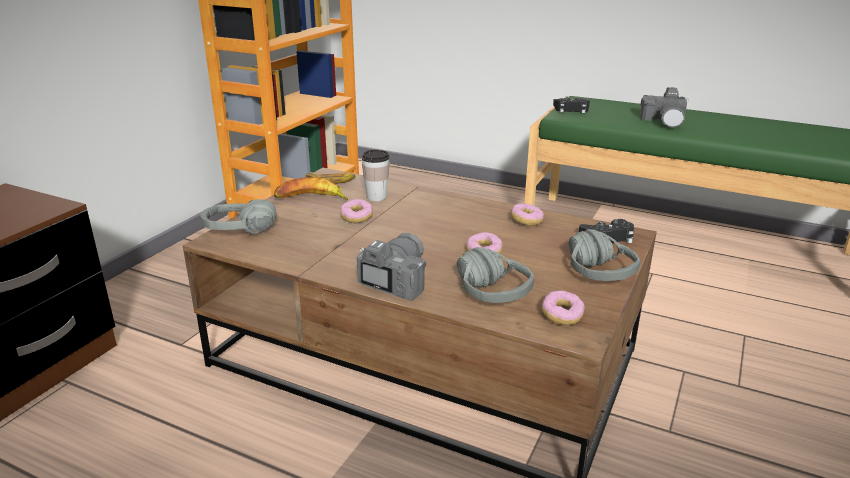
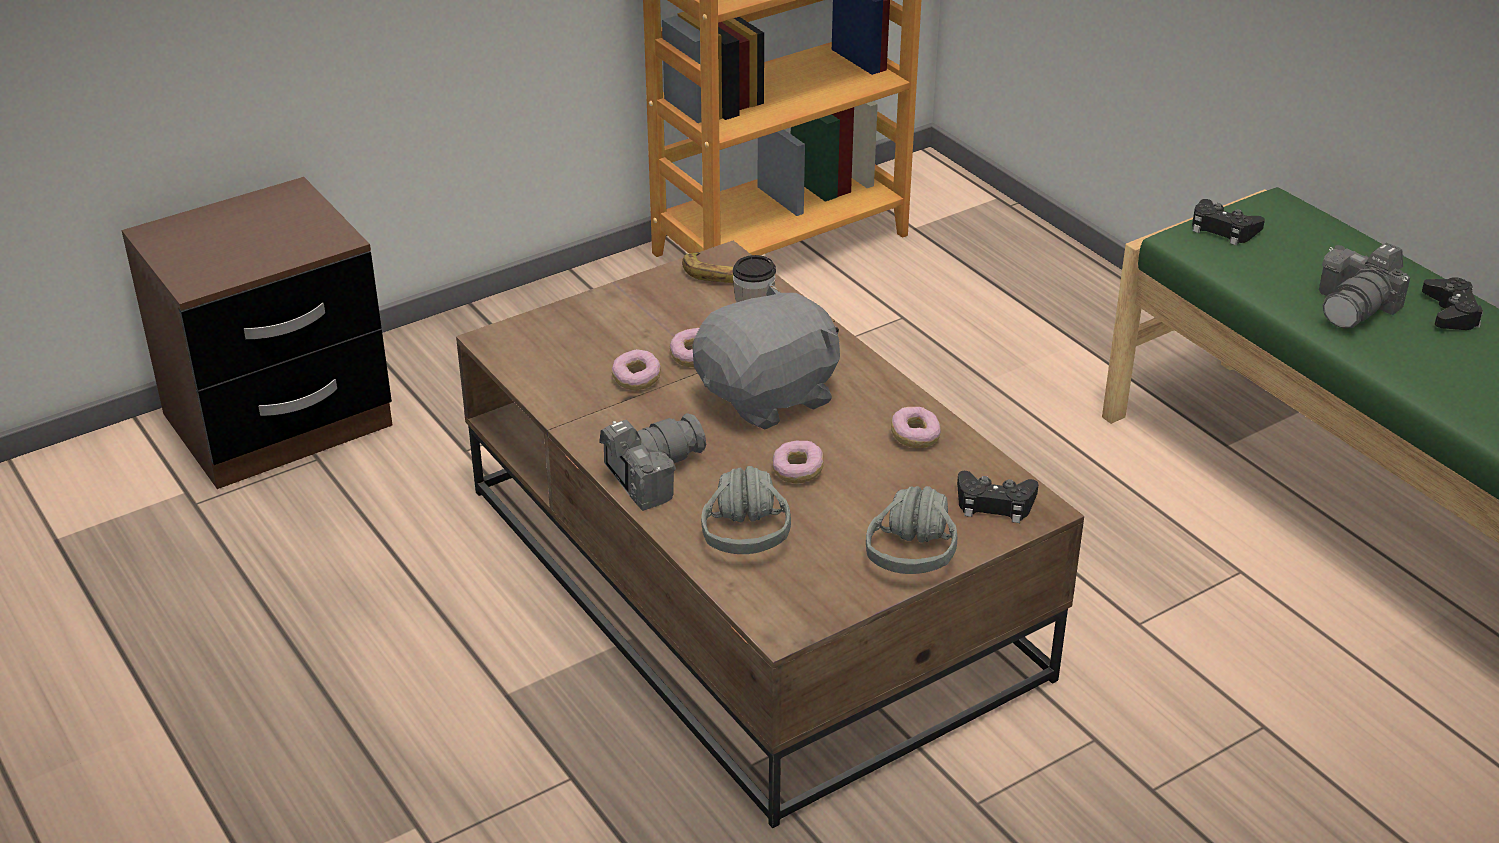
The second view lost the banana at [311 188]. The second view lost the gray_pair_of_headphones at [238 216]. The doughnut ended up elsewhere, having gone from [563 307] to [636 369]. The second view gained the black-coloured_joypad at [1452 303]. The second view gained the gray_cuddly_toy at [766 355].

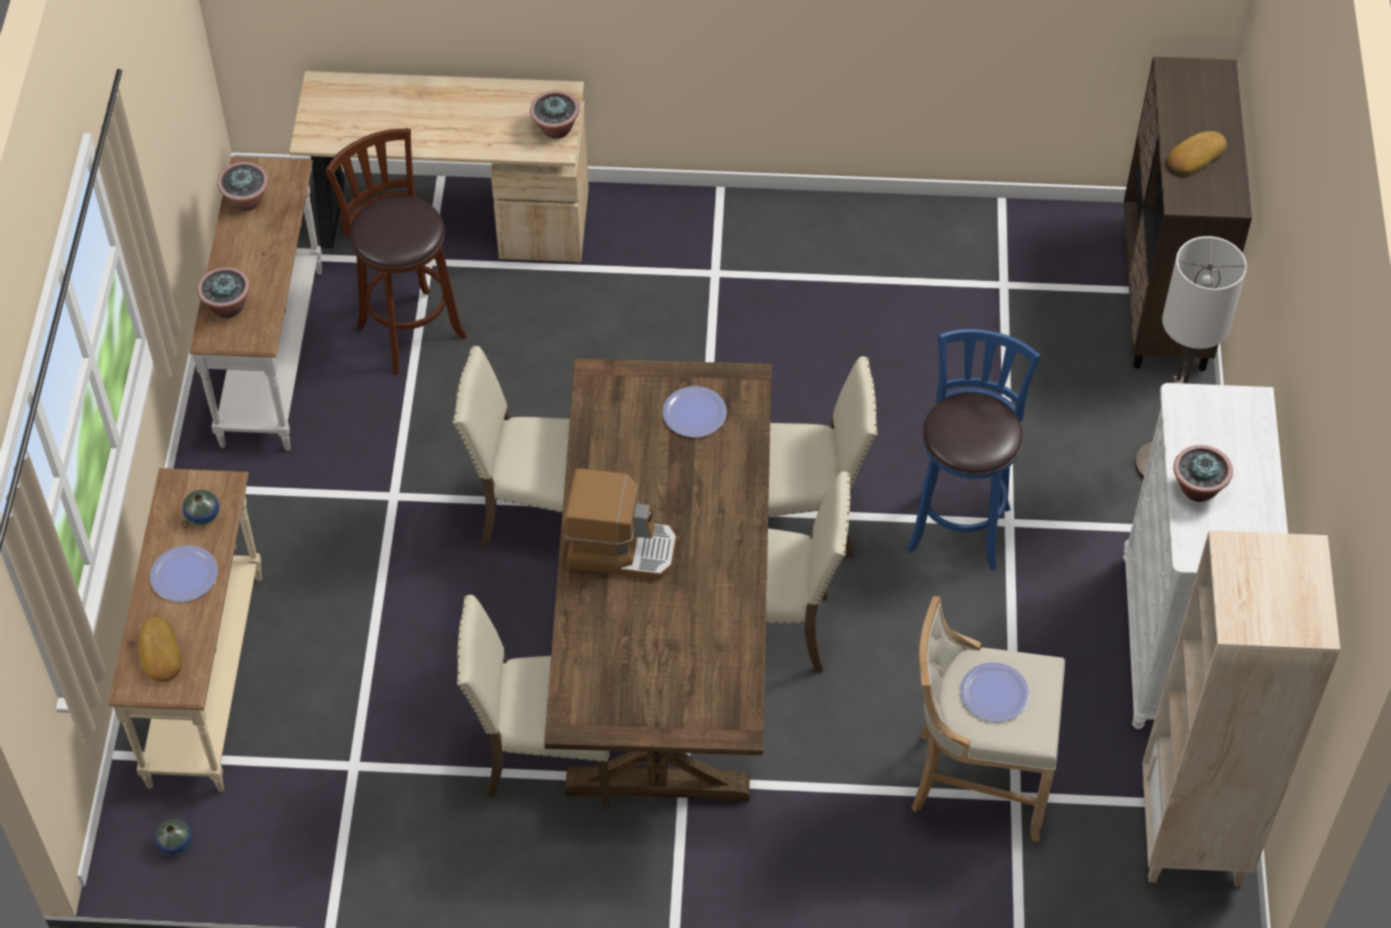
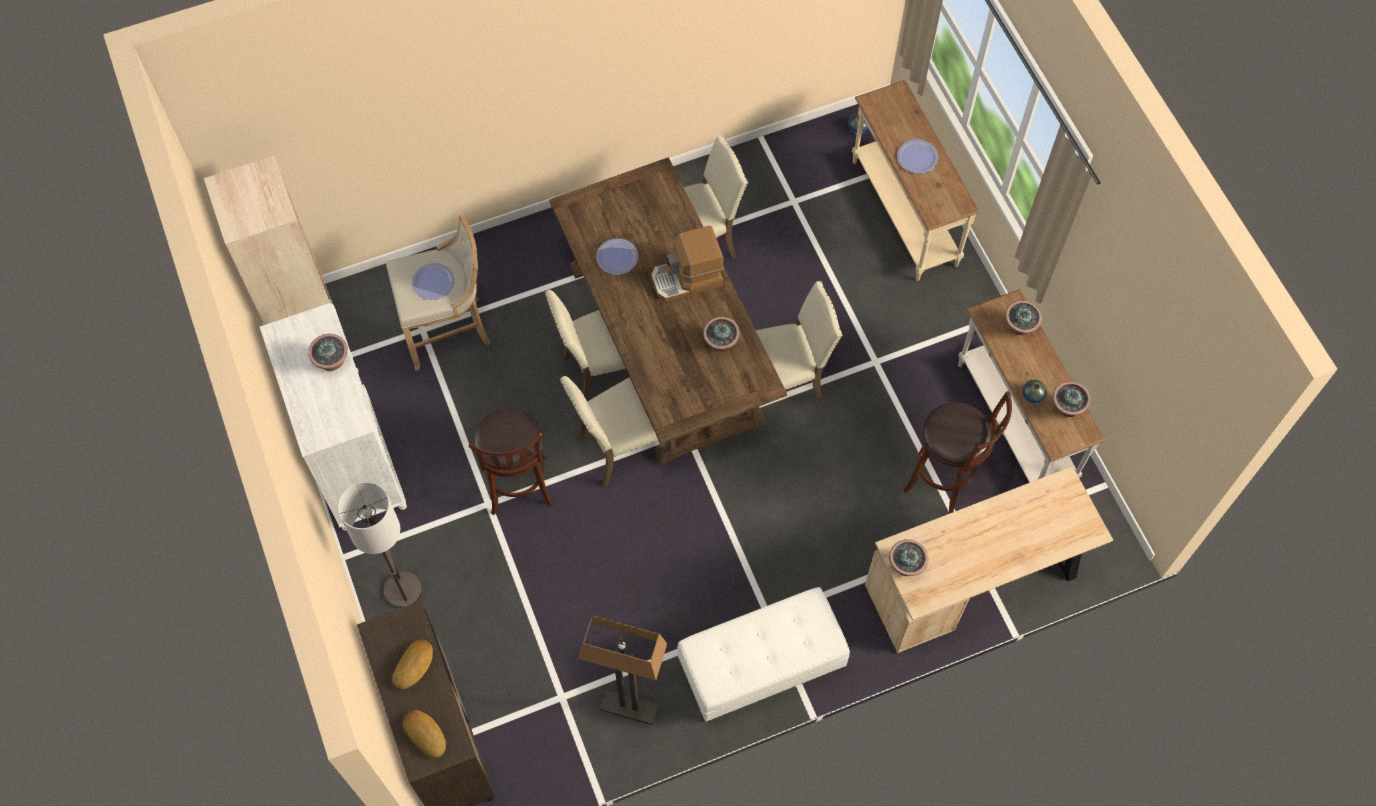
What was the blue_stool_seat at [974 450] turned into the brown_stool_seat at [511 461]. The dinner_plate ended up elsewhere, having gone from [695 412] to [617 256]. The decorative_vase ended up elsewhere, having gone from [201 507] to [1034 391]. The bakery_bread ended up elsewhere, having gone from [160 649] to [424 734]. The second view gained the plant_in_a_pot at [721 334]. The second view gained the white_indoor_bench at [763 654]. The second view gained the standing_lamp at [622 670].

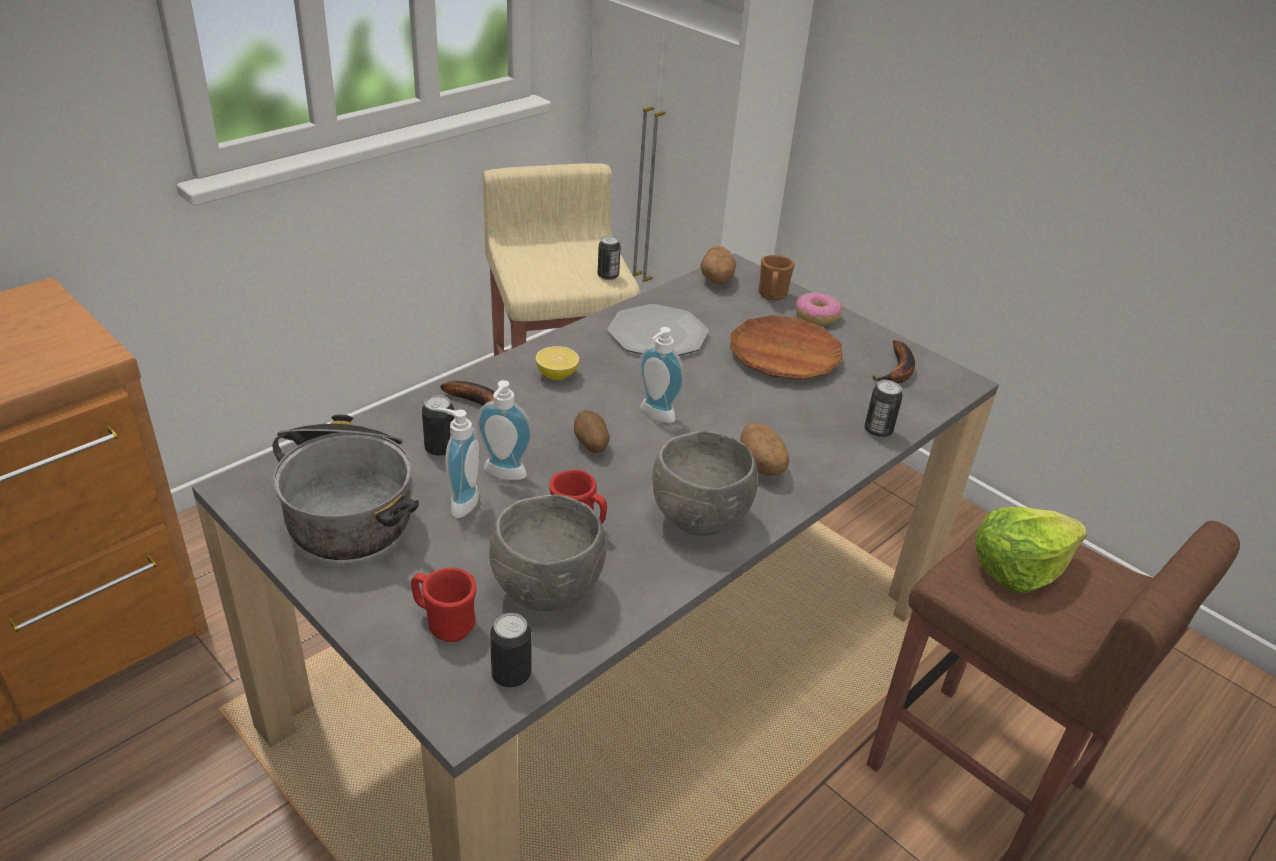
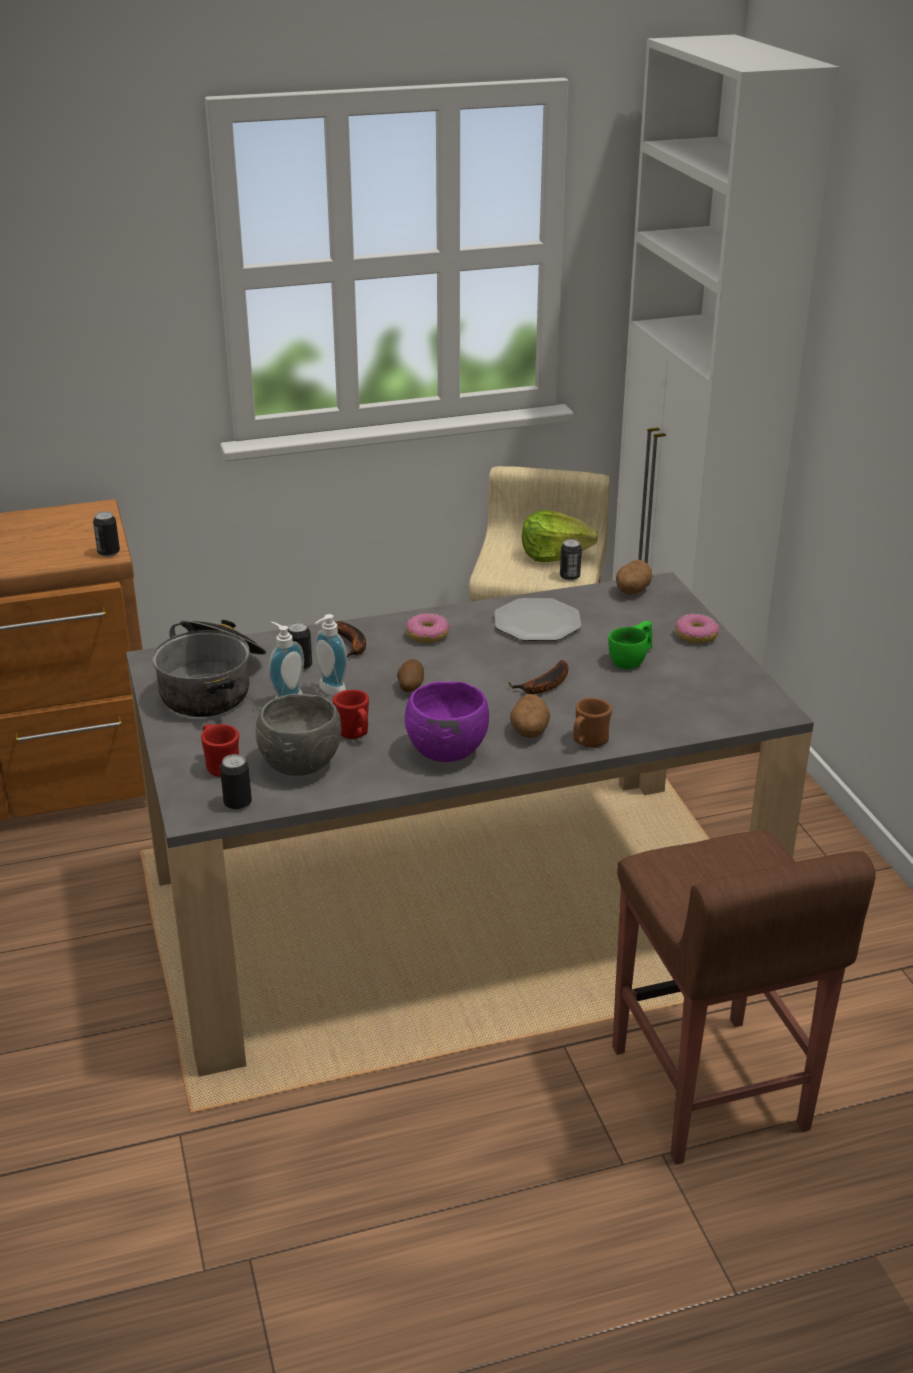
The brown_coffee_mug ended up elsewhere, having gone from [777 277] to [593 723]. Where the brown_dinner_plate stood at [786 347], the green-coloured_small_cup came to stand at [630 645]. The second view lost the liquid_soap_bottle at [661 375]. The banana ended up elsewhere, having gone from [893 361] to [538 677]. Where the lemon stood at [557 363], the doughnut came to stand at [428 628]. The sealed_can ended up elsewhere, having gone from [883 409] to [106 534]. What was the gray_bowl at [705 483] turned into the purple-coloured_bowl at [447 722]. The head_of_lettuce ended up elsewhere, having gone from [1031 550] to [560 536].

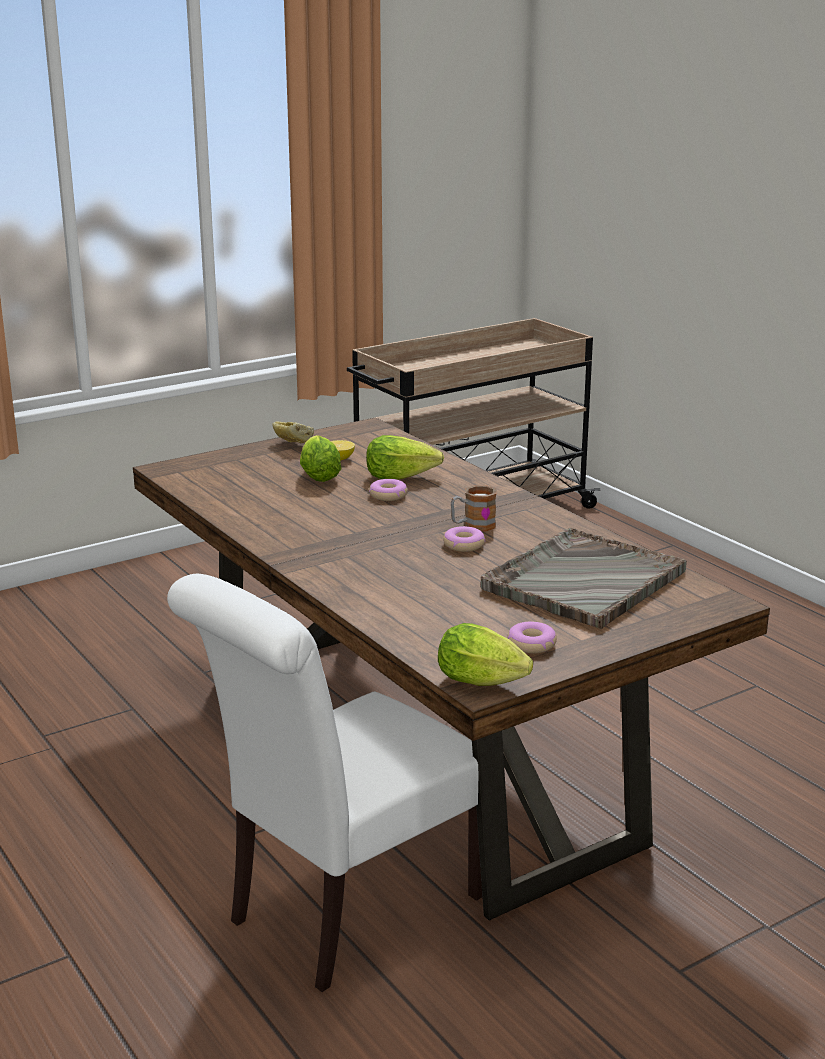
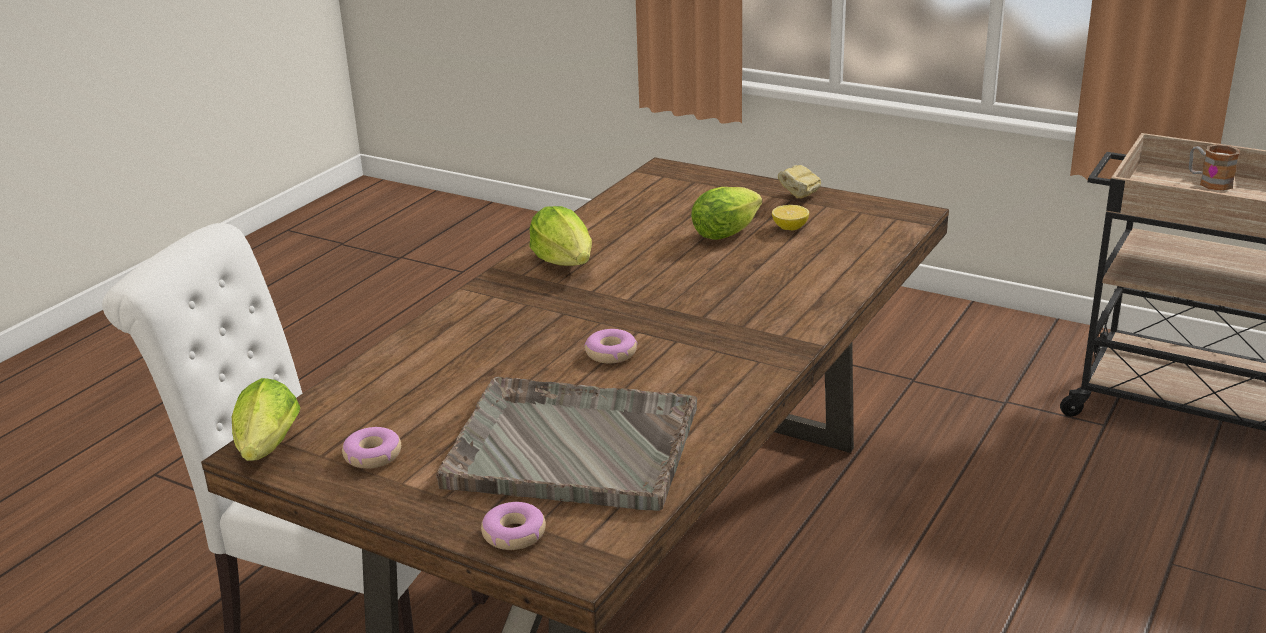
The head_of_lettuce ended up elsewhere, having gone from [405 457] to [560 236]. The doughnut ended up elsewhere, having gone from [388 490] to [513 526]. The coffee_mug ended up elsewhere, having gone from [473 508] to [1214 167].

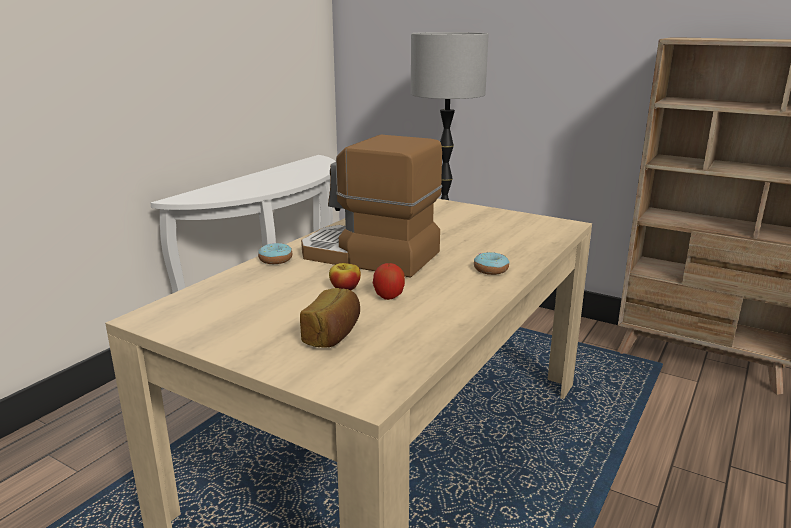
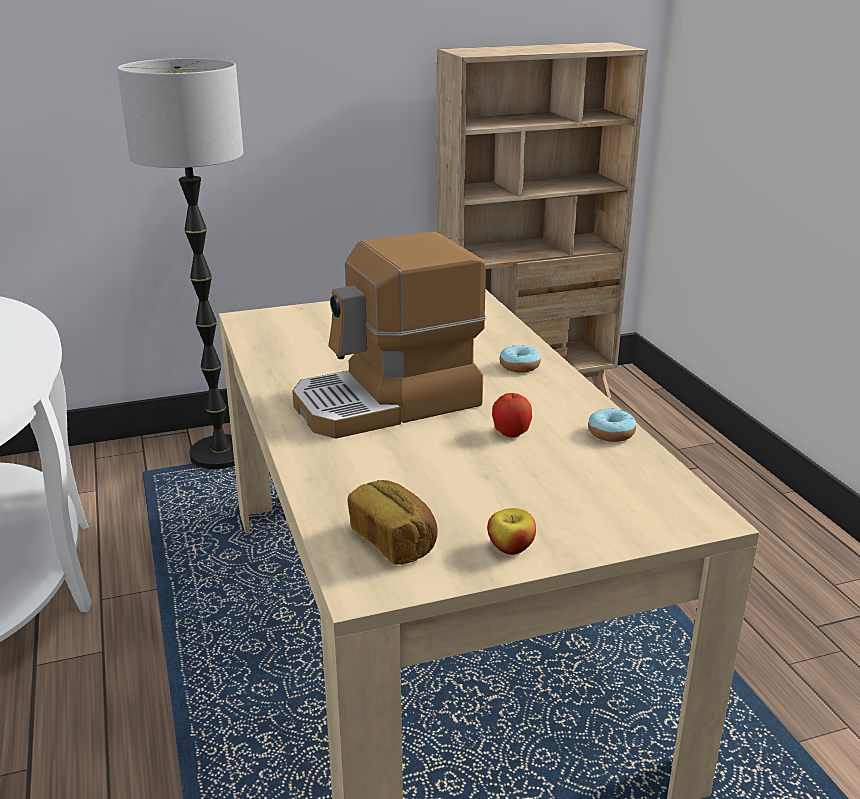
The doughnut ended up elsewhere, having gone from [275 253] to [612 425]. The apple ended up elsewhere, having gone from [345 276] to [511 531]. The bakery_bread ended up elsewhere, having gone from [330 318] to [392 522].

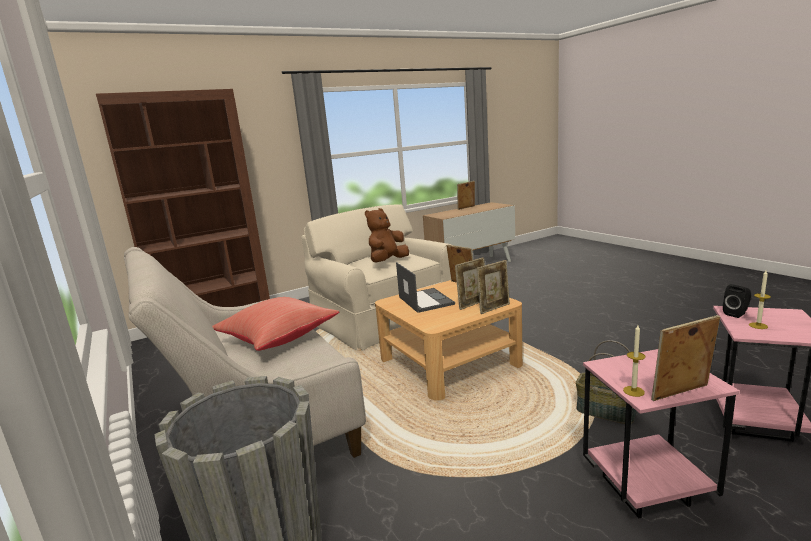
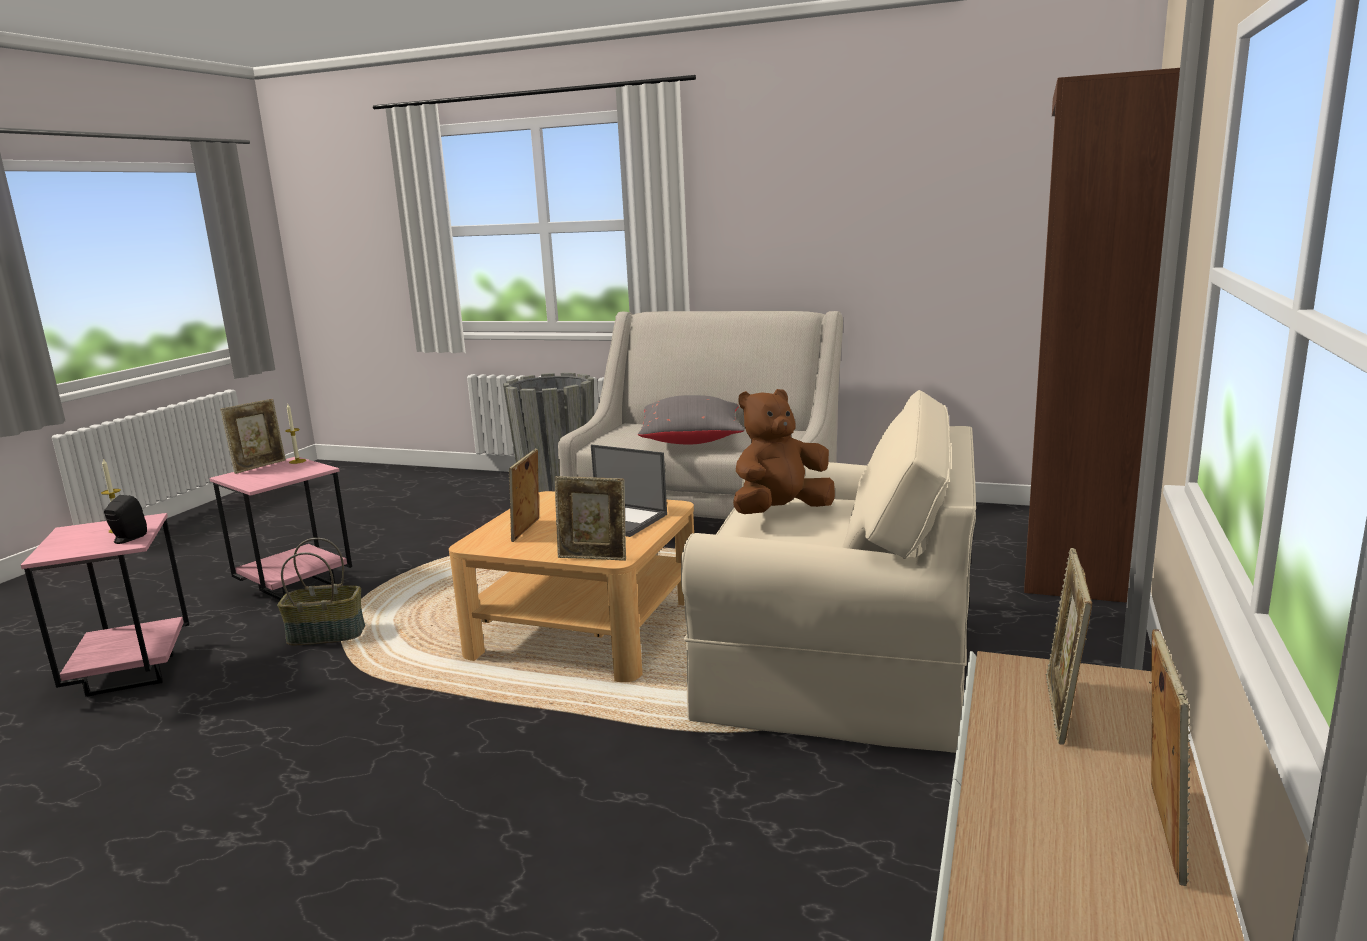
The brown_cuddly_toy at [387 235] ended up facing another way, 120 degrees counterclockwise from before. The picture_frame ended up elsewhere, having gone from [493 287] to [1068 646]. What was the red_cushion at [275 324] turned into the gray_cushion at [691 420].

